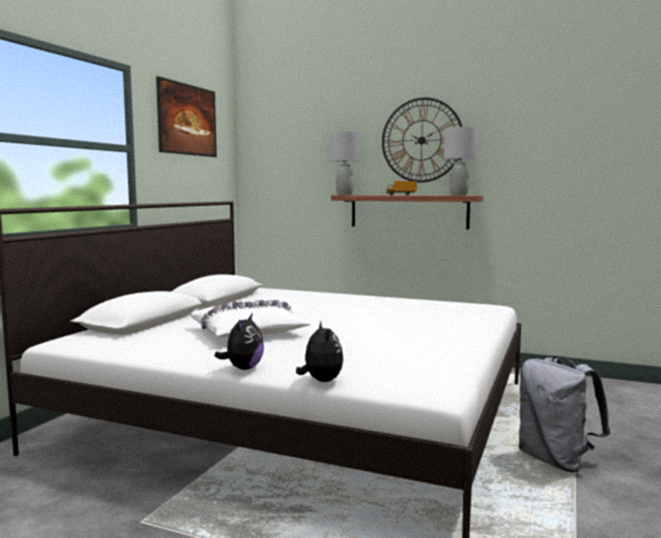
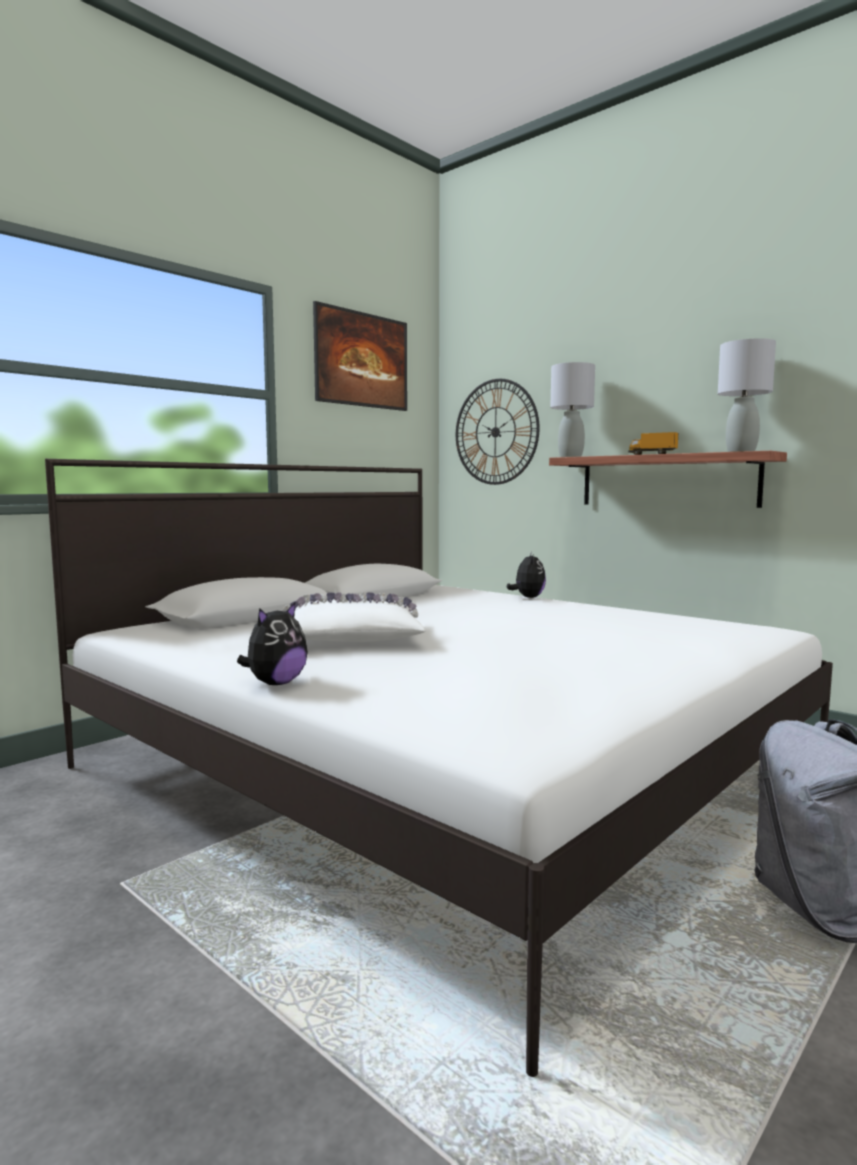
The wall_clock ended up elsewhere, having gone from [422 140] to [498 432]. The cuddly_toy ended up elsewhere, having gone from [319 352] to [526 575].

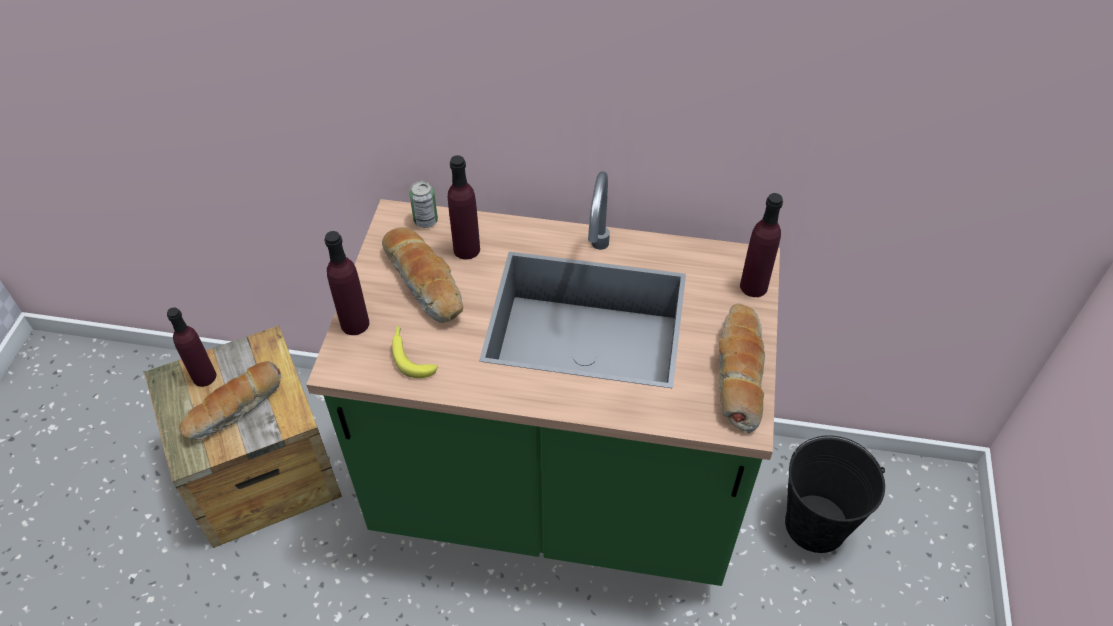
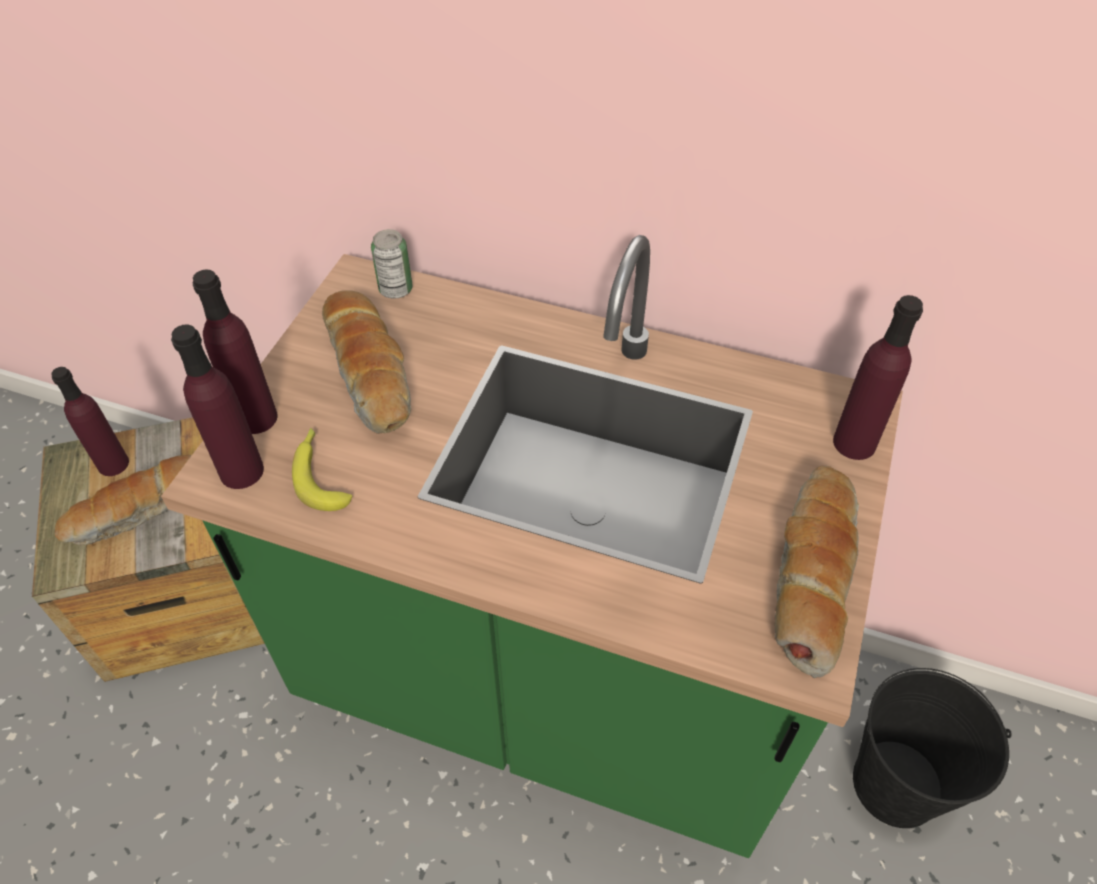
The purple-coloured_beverage_bottle ended up elsewhere, having gone from [464 207] to [217 406].

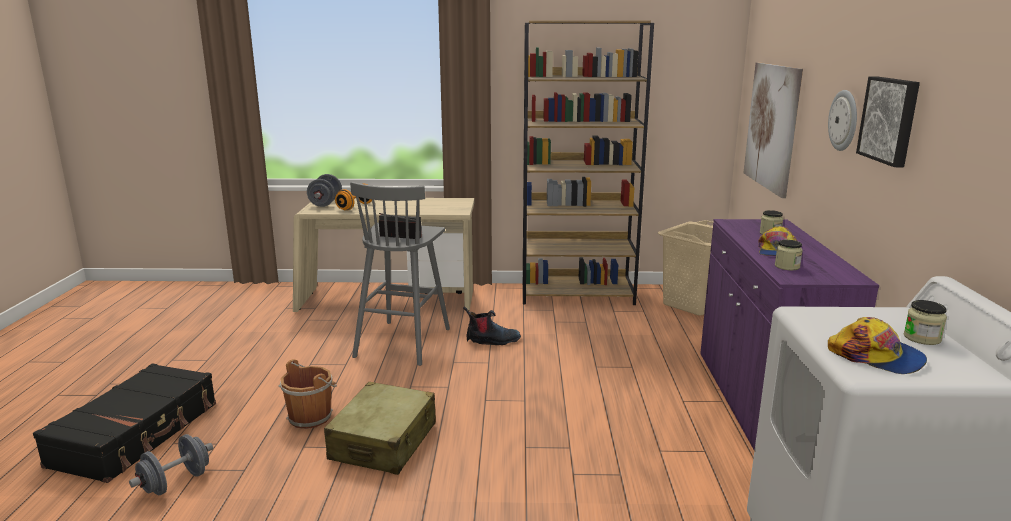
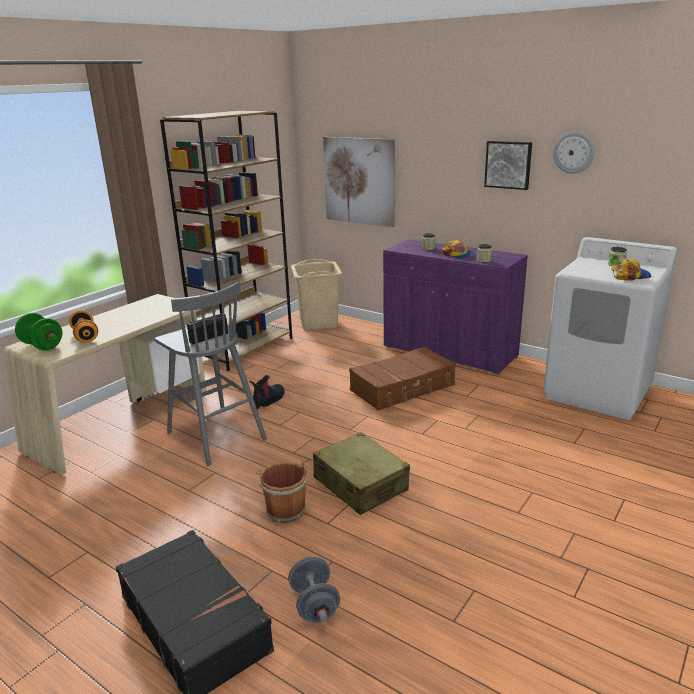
The wall_clock ended up elsewhere, having gone from [842 120] to [574 152]. What was the gray_dumbbell at [324 190] turned into the green-coloured_dumbbell at [38 331]. The second view gained the brown_travel_case at [402 378].

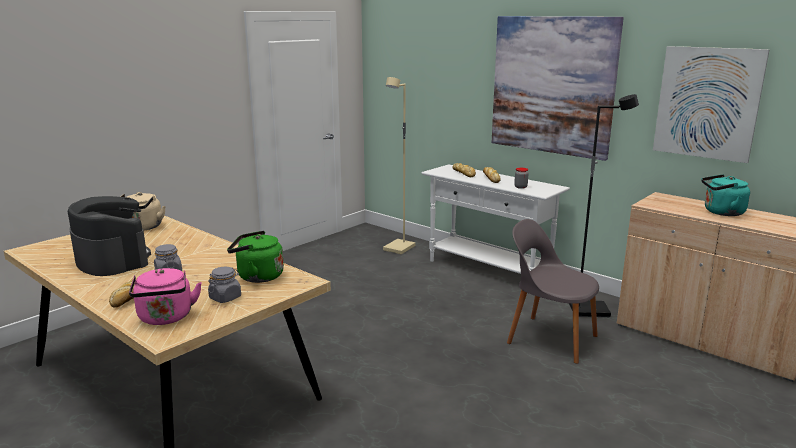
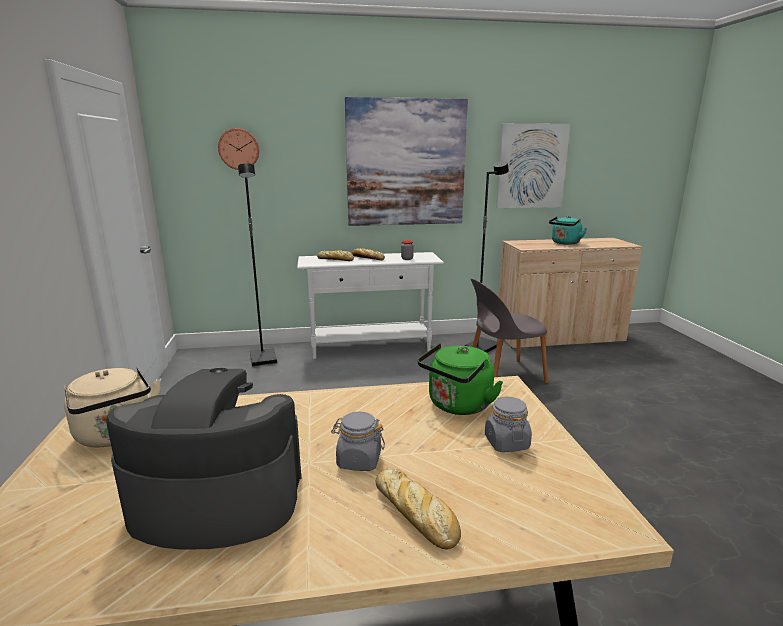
What was the sand-coloured_standing_lamp at [399 165] turned into the black-coloured_standing_lamp at [257 264]. The second view lost the pink_water_kettle at [165 296]. The second view gained the wall_clock at [238 149].

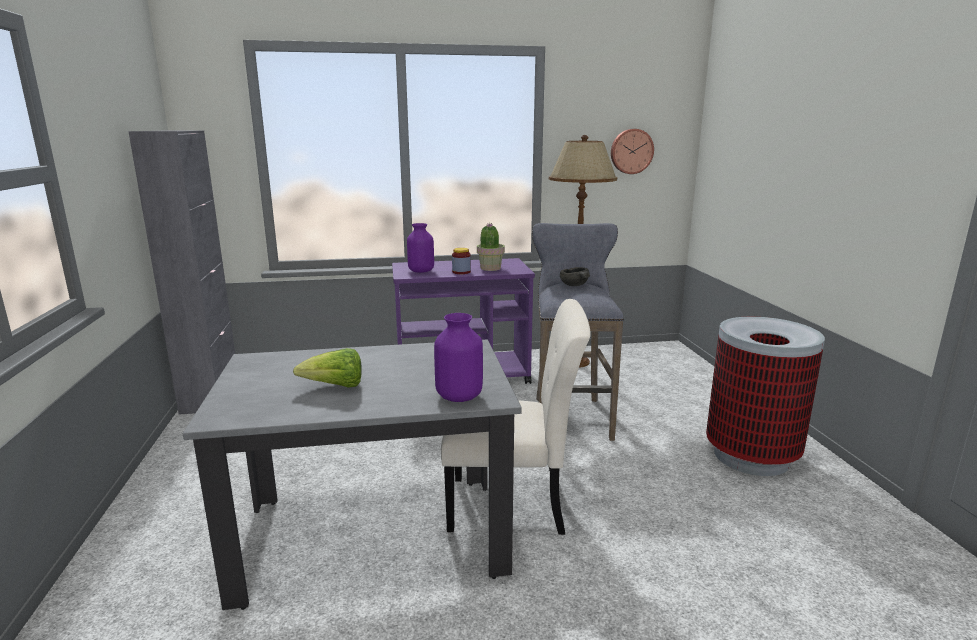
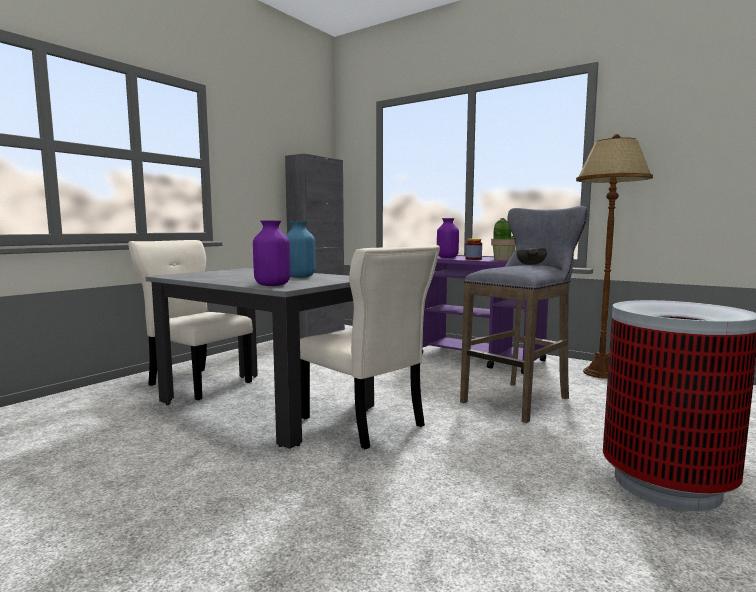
The second view lost the wall_clock at [632 151]. The second view lost the head_of_lettuce at [327 368]. The second view gained the blue_decorative_vase at [301 249]. The second view gained the sand-coloured_upright_chair at [190 320].

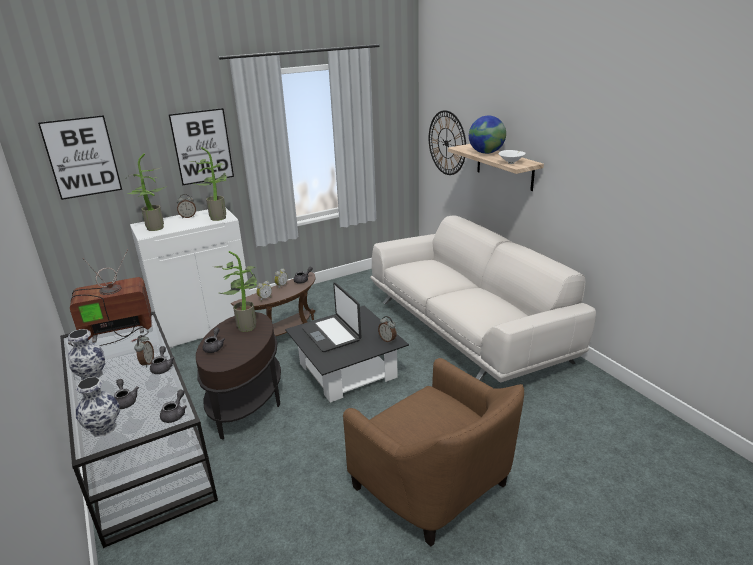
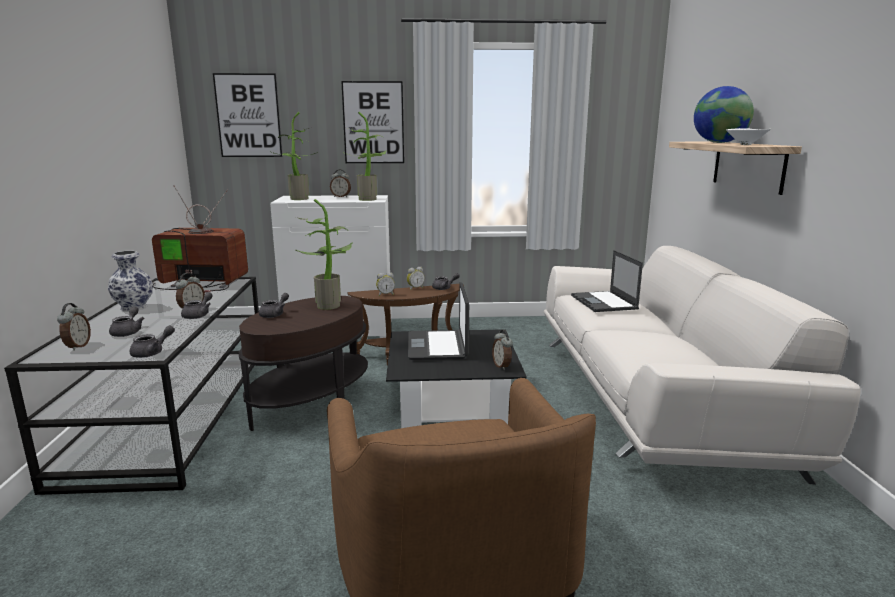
The second view lost the wall_clock at [447 142]. Where the decorative_vase stood at [97 407], the table_clock came to stand at [74 327]. The second view gained the notebook_computer at [607 281].

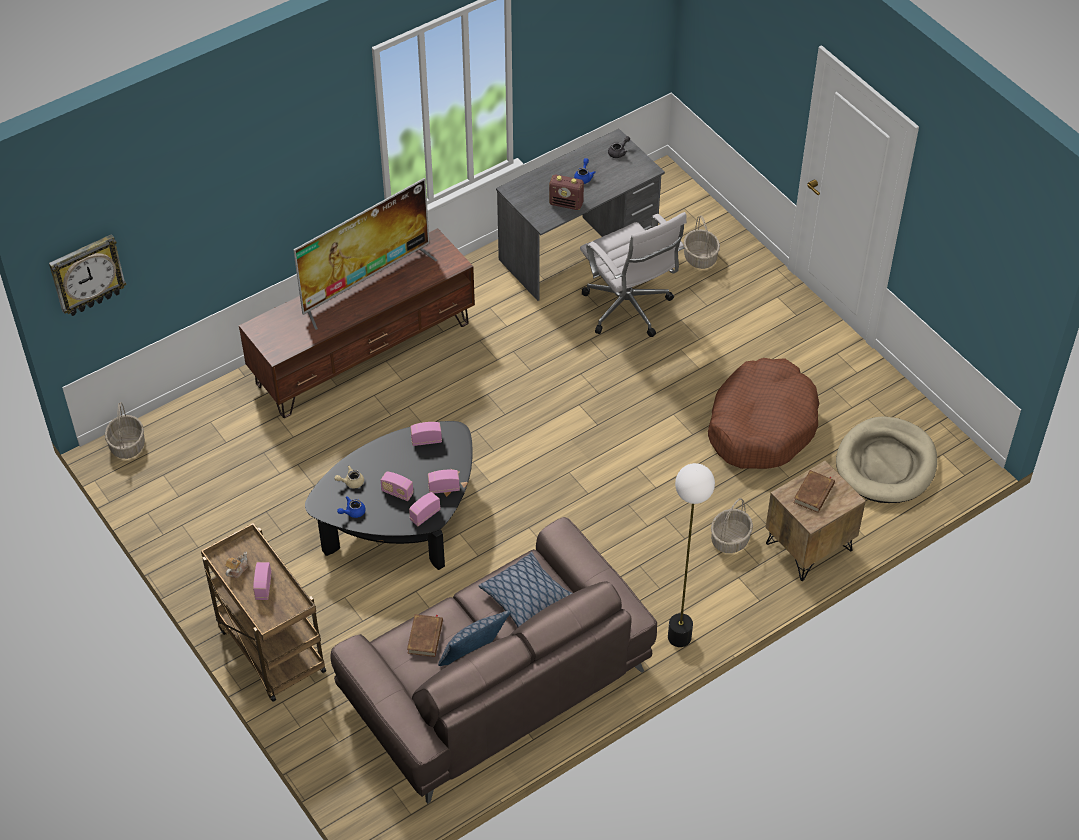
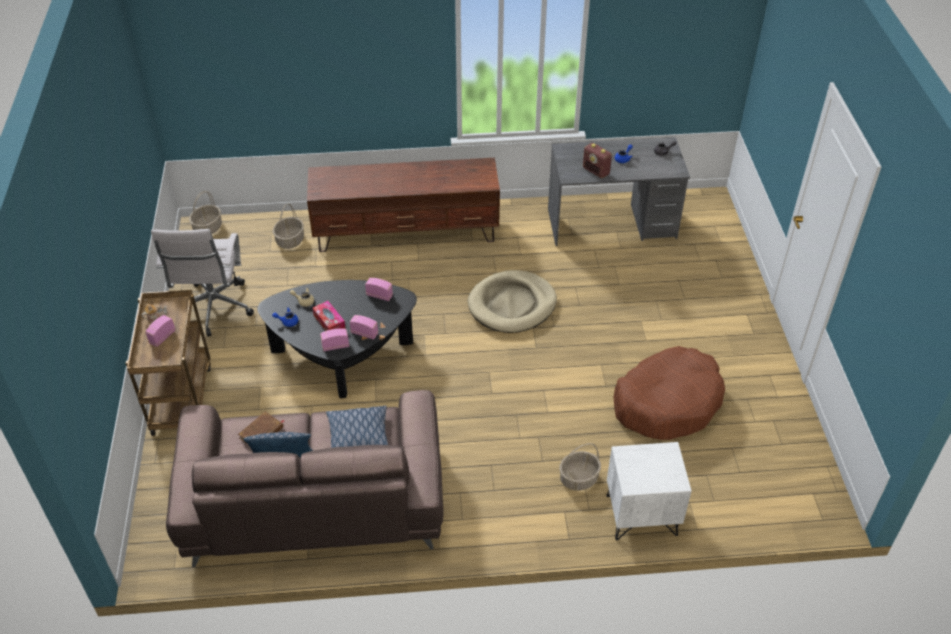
The second view lost the TV at [365 254]. The white_office_chair ended up elsewhere, having gone from [633 274] to [202 283]. The storage_basket ended up elsewhere, having gone from [702 242] to [288 226]. The second view lost the wall_clock at [88 275]. The sand-coloured_pet_bed ended up elsewhere, having gone from [886 459] to [512 301]. What was the brown_nightstand at [815 521] turned into the white_nightstand at [649 491]. The second view lost the standing_lamp at [691 555]. The second view lost the brown_volume at [814 491]. Where the radio_set stood at [397 486], the tissue_holder came to stand at [329 316].

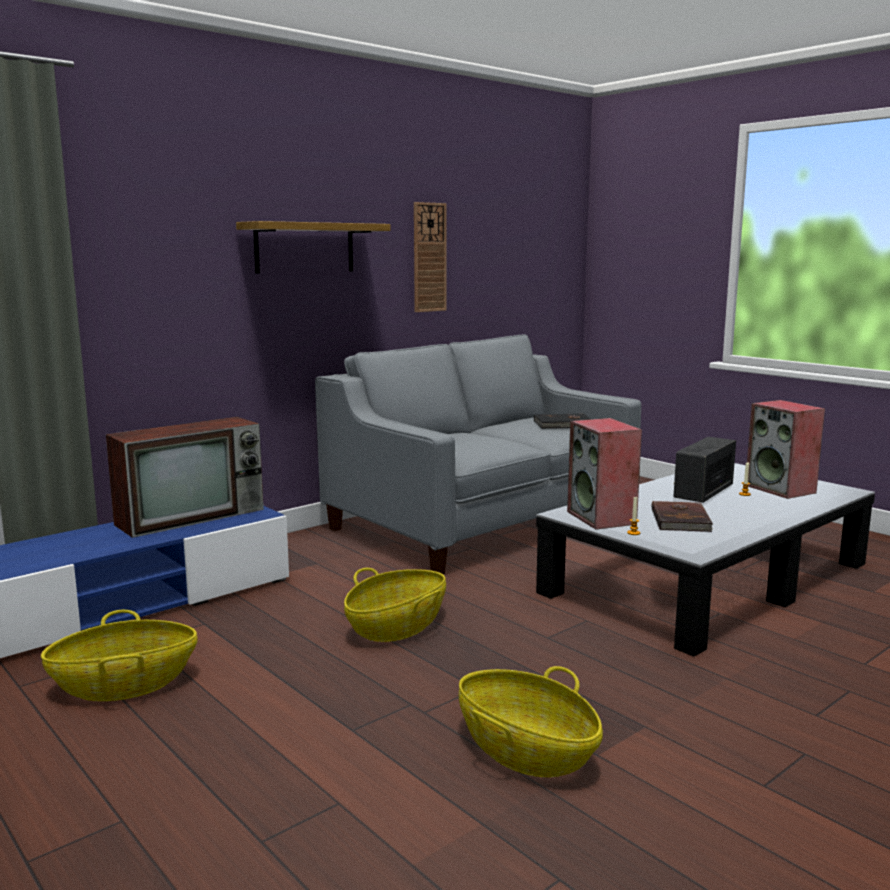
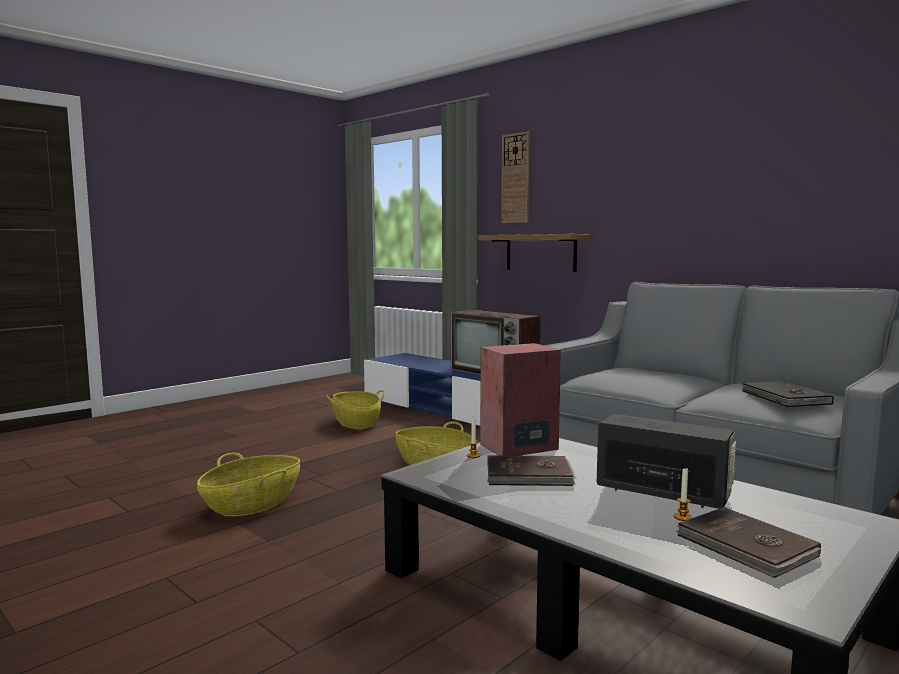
The wall_clock ended up elsewhere, having gone from [430 257] to [515 177]. The wall_shelf ended up elsewhere, having gone from [313 247] to [533 253]. Where the loudspeaker stood at [786 449], the brown_volume came to stand at [748 542].

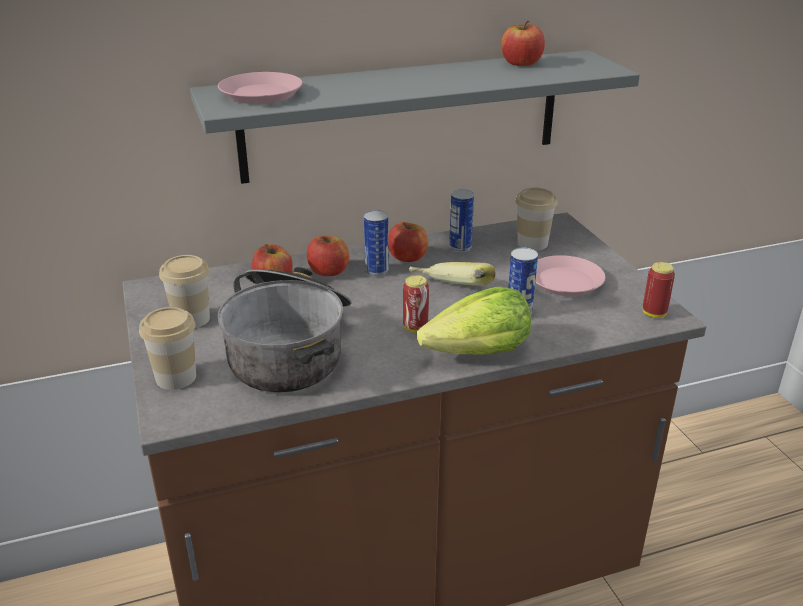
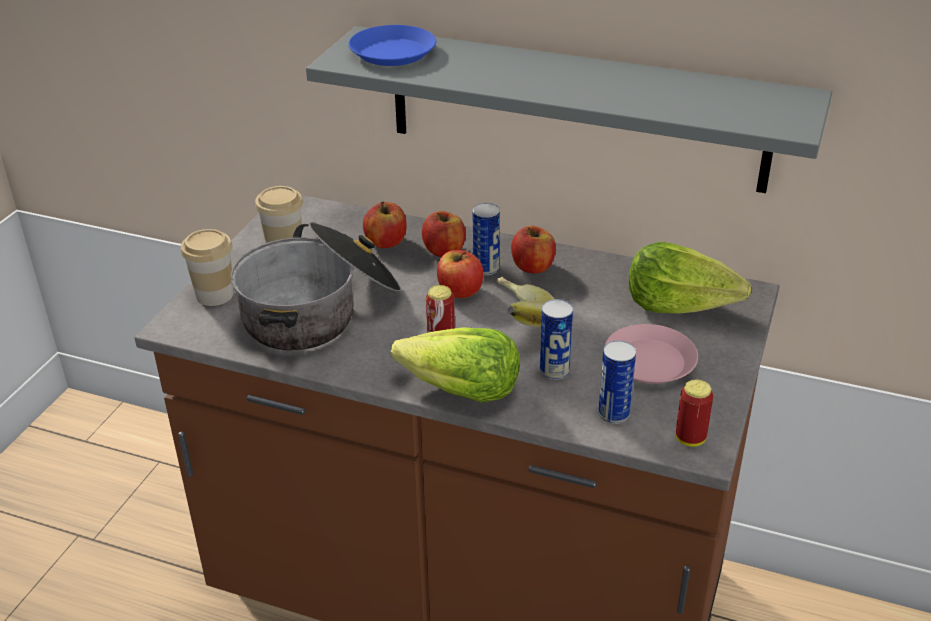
The apple ended up elsewhere, having gone from [523 43] to [460 274]. What was the pink_dinner_plate at [260 88] turned into the blue_dinner_plate at [392 45]. Where the small_cup stood at [536 219], the head_of_lettuce came to stand at [690 278]. The sealed_can ended up elsewhere, having gone from [461 220] to [617 382].

